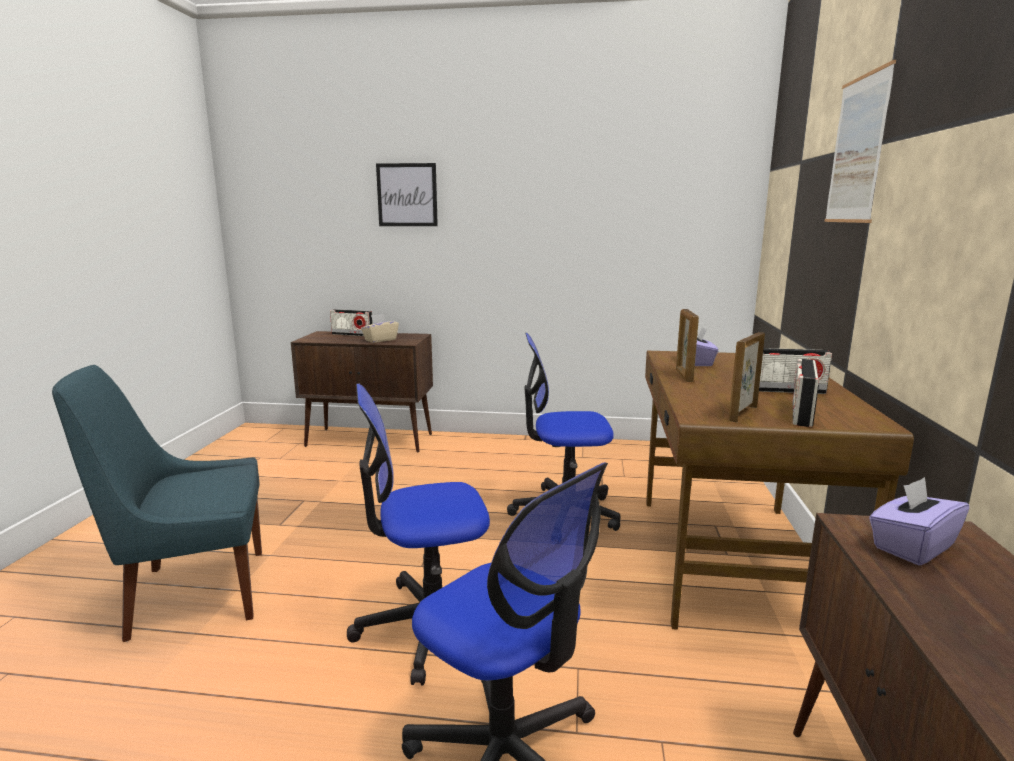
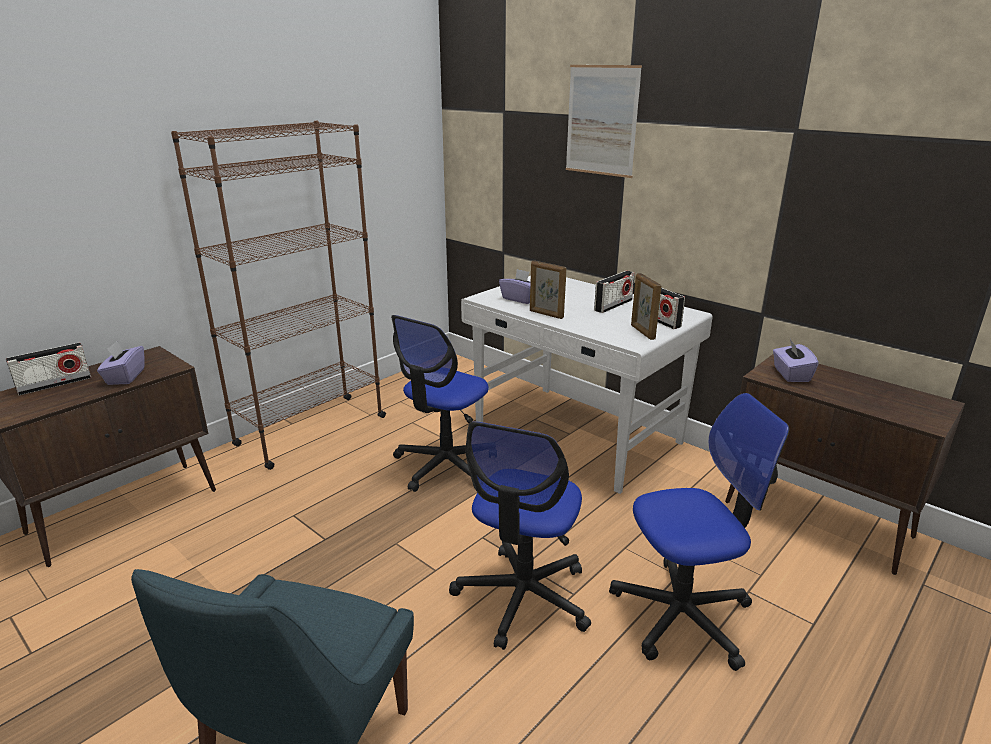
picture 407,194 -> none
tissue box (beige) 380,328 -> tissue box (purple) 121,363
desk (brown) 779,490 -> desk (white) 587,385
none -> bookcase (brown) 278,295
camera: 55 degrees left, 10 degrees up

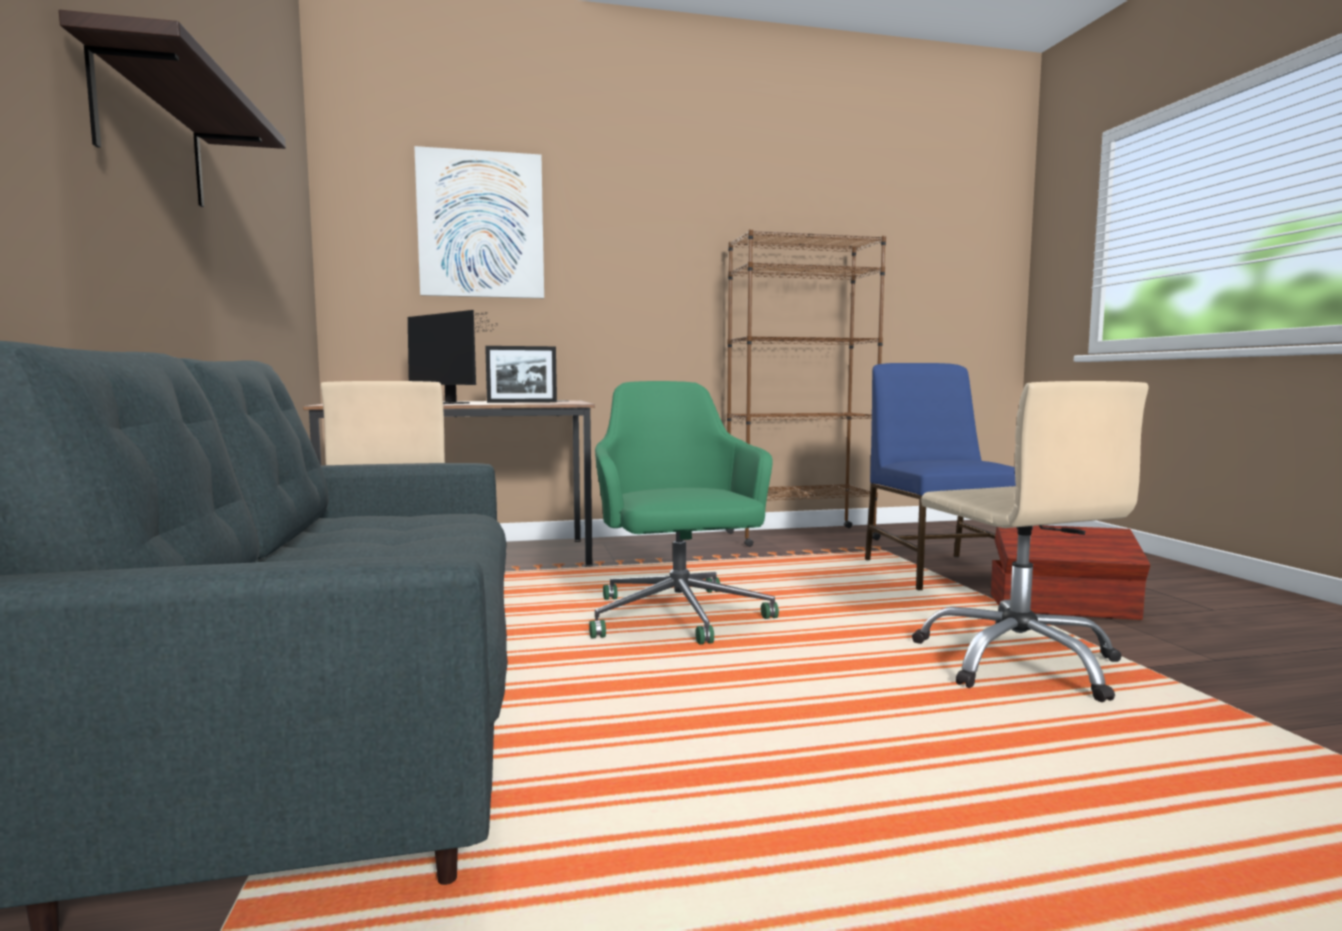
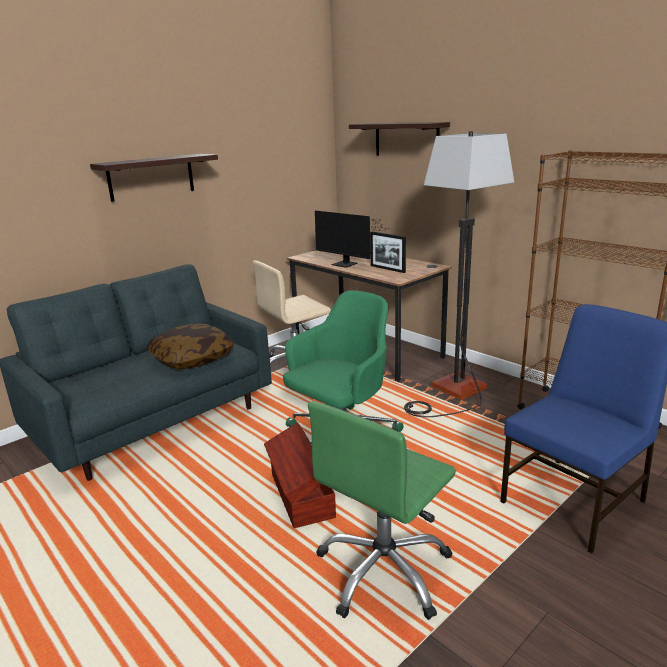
picture 479,222 -> shelf 399,138
monitor 453,357 -> monitor 349,239, 60 degrees counterclockwise
office chair (beige) 1030,541 -> office chair (green) 382,510
storage box (brown) 1070,572 -> storage box (brown) 300,475, relocated
none -> floor lamp 459,274
none -> pillow 190,346
camera: 60 degrees right, 15 degrees up

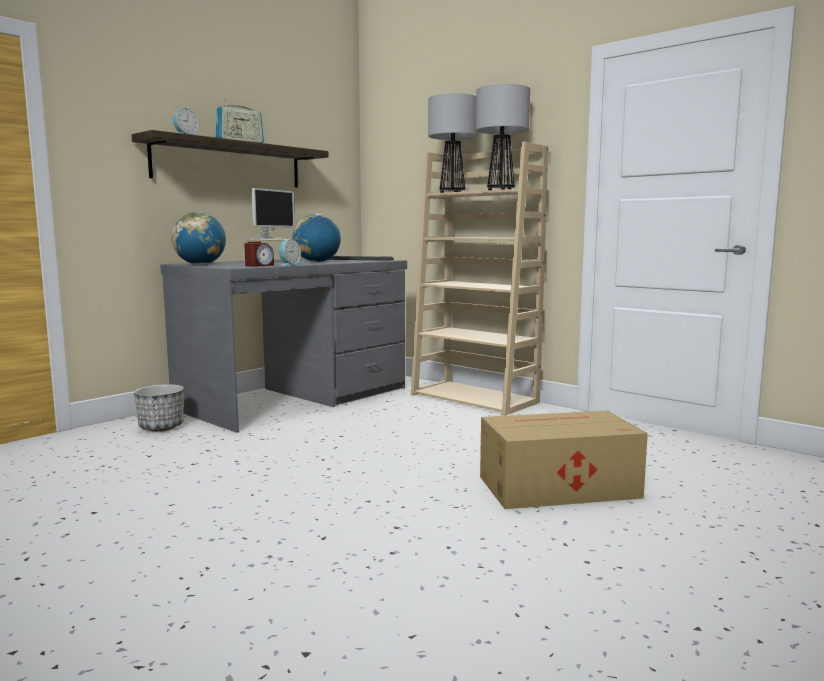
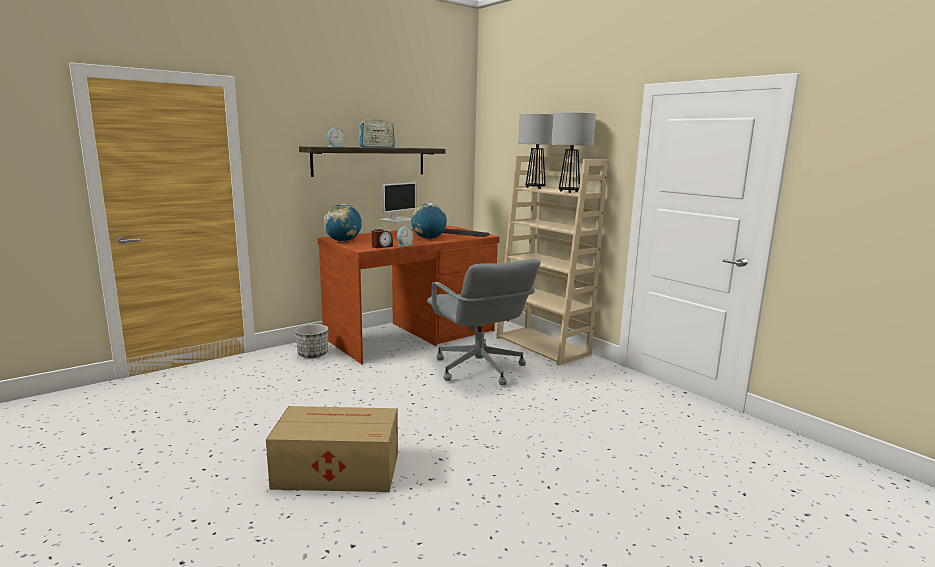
desk (grey) 283,346 -> desk (brown) 409,295
cardboard box 564,460 -> cardboard box 332,449, relocated
none -> office chair (grey) 484,322
camera: 10 degrees right, 5 degrees up

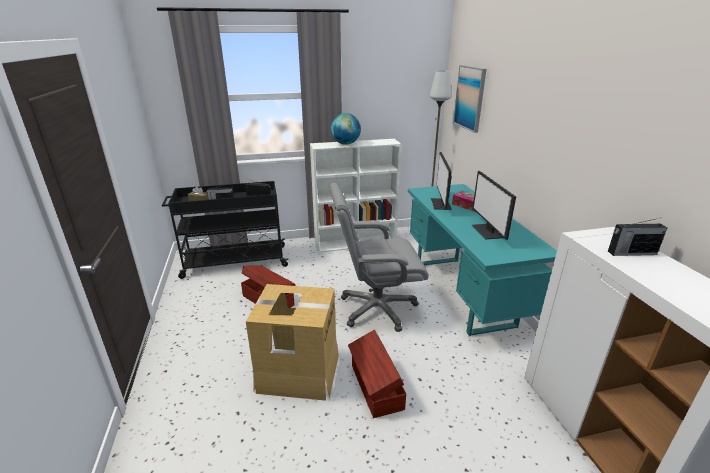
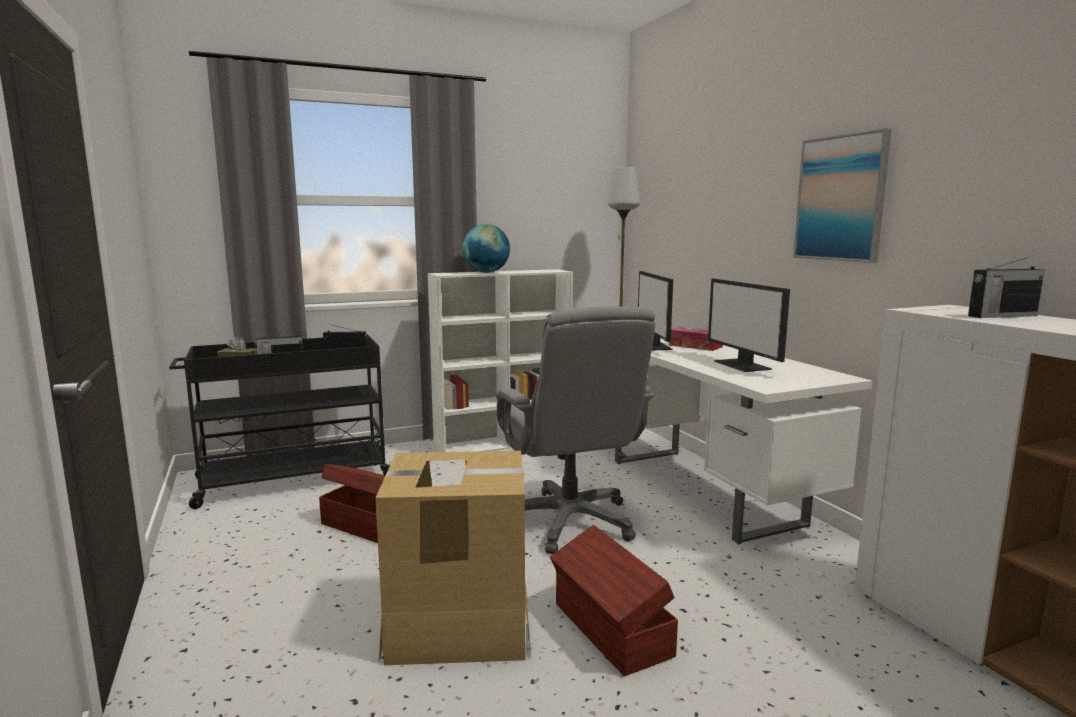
picture 469,99 -> picture 842,196, relocated
office chair (grey) 379,257 -> office chair (grey) 575,430, 90 degrees counterclockwise
desk (turquoise) 482,260 -> desk (white) 743,441
camera: 10 degrees left, 15 degrees down

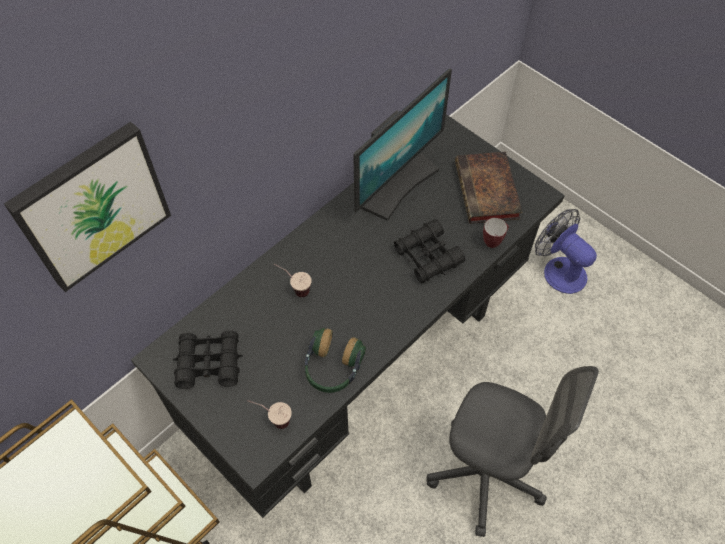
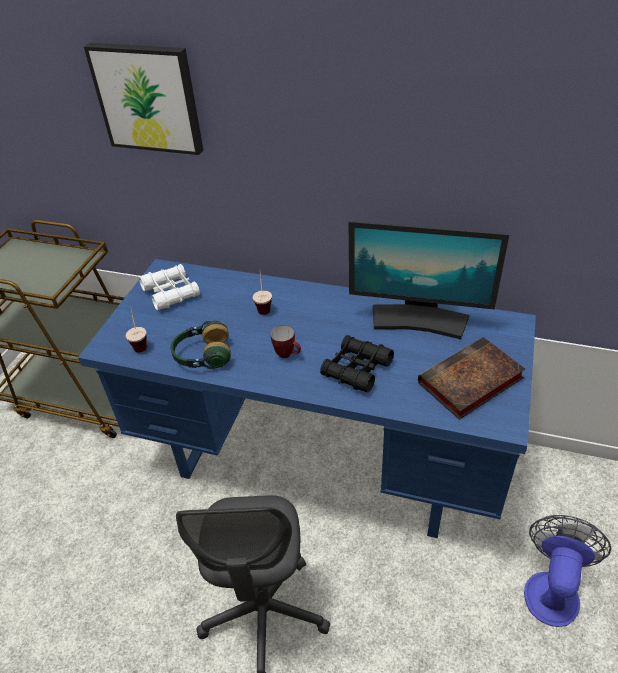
desk (black) 348,316 -> desk (blue) 307,398
mug 496,233 -> mug 286,341, relocated
binoculars (black) 208,359 -> binoculars (white) 169,287
camera: 65 degrees right, 15 degrees down

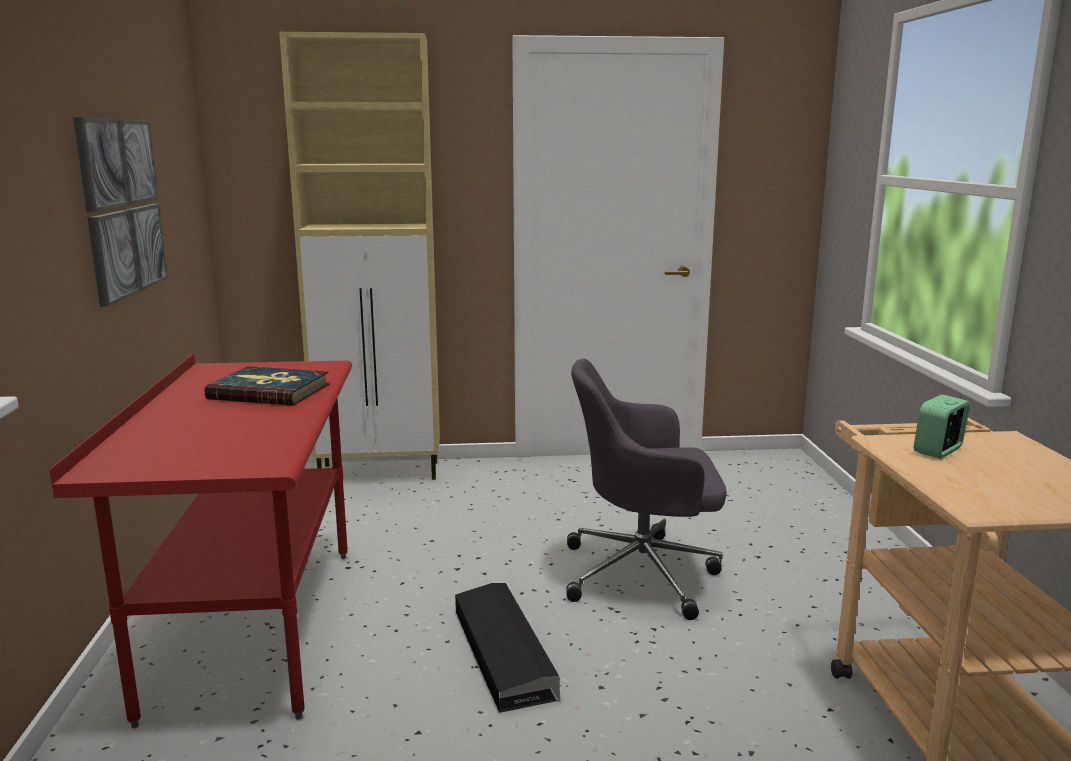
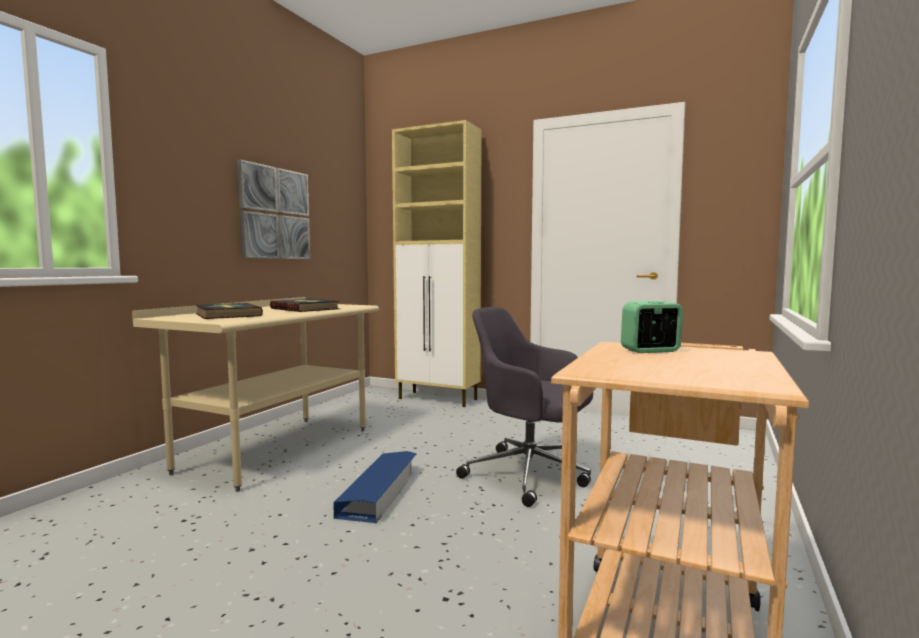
desk (red) 200,540 -> desk (beige) 255,394
storage box (black) 507,648 -> storage box (blue) 375,487
none -> book 229,311
camera: 30 degrees right, 10 degrees down

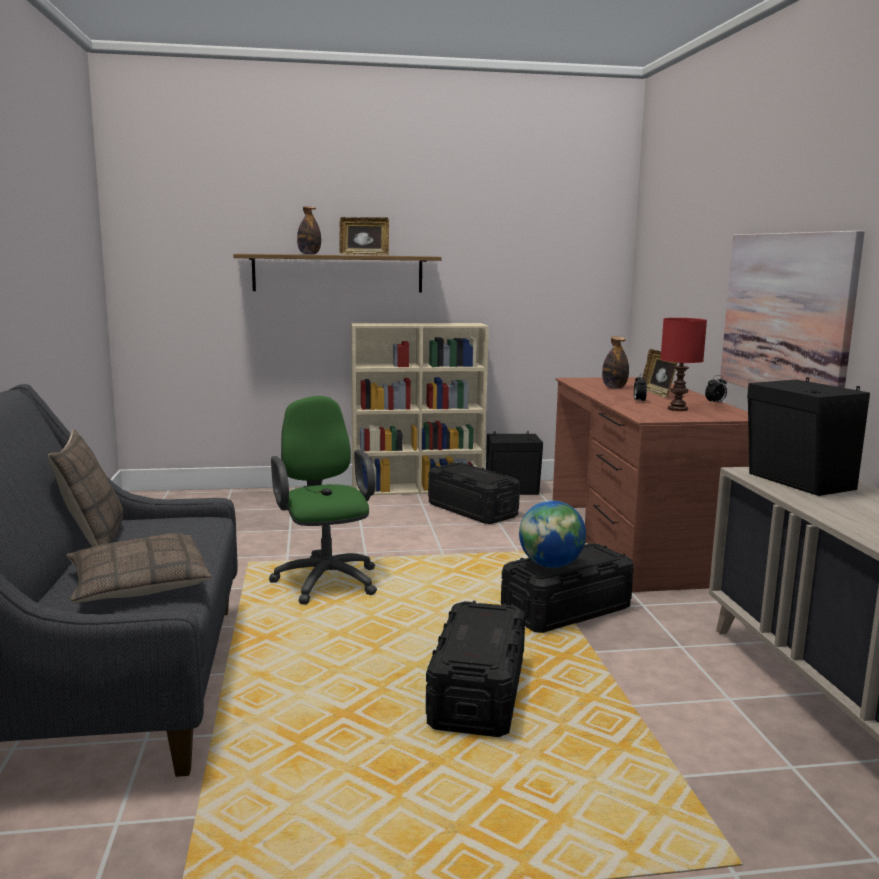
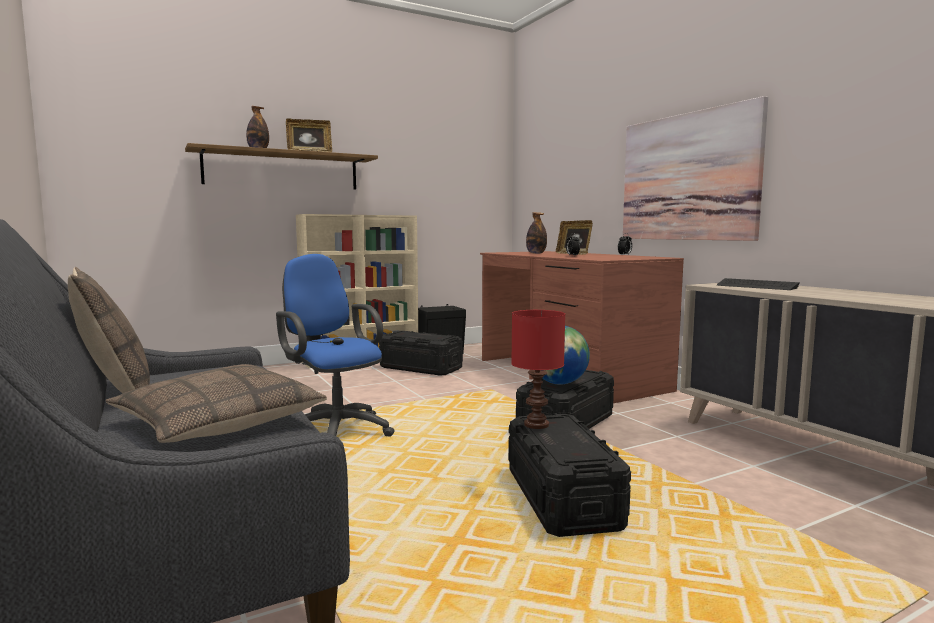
table lamp (red) 684,364 -> table lamp (red) 538,369, relocated
speaker (black) 808,436 -> keyboard 758,284
office chair (green) 323,500 -> office chair (blue) 335,345
camera: 20 degrees left, 5 degrees down

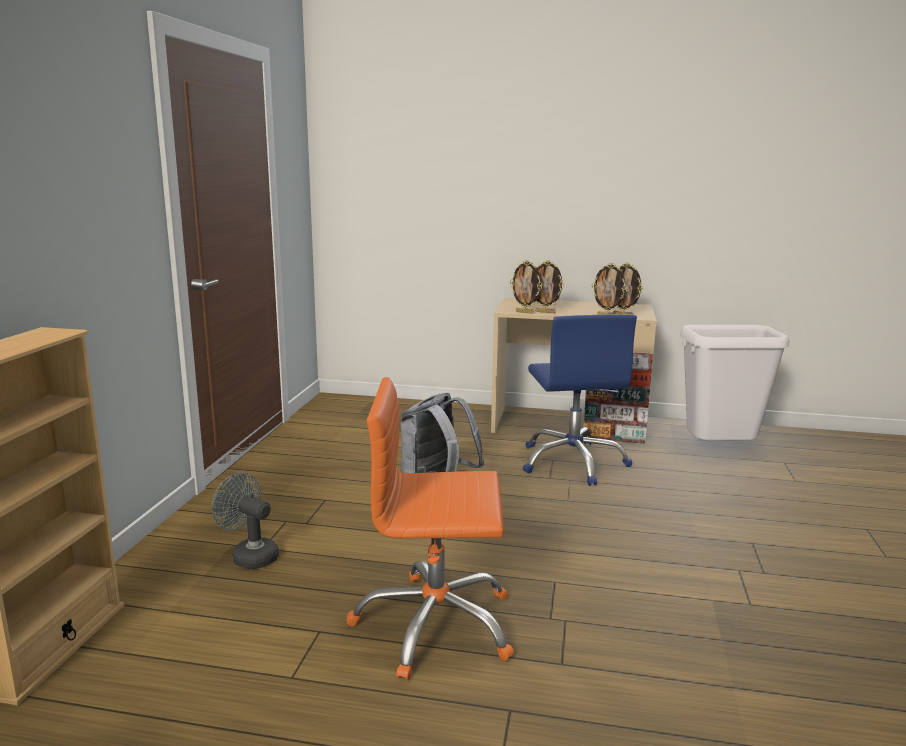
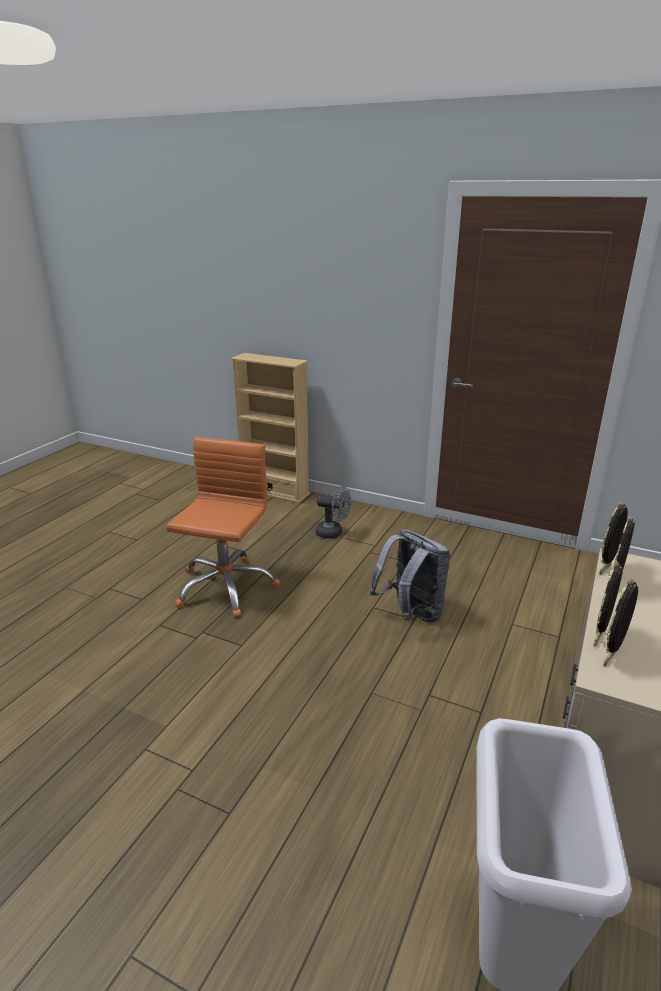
office chair (blue) 580,400 -> none
fan (grey) 245,520 -> fan (grey) 333,512, 60 degrees clockwise
camera: 105 degrees right, 10 degrees up

